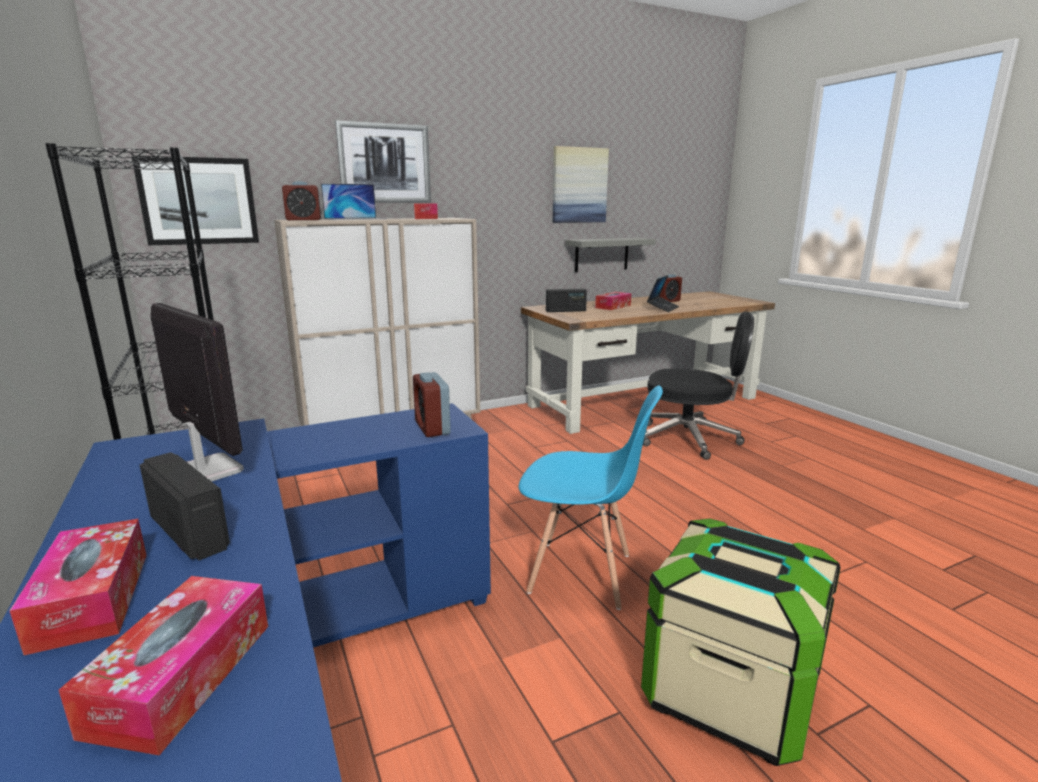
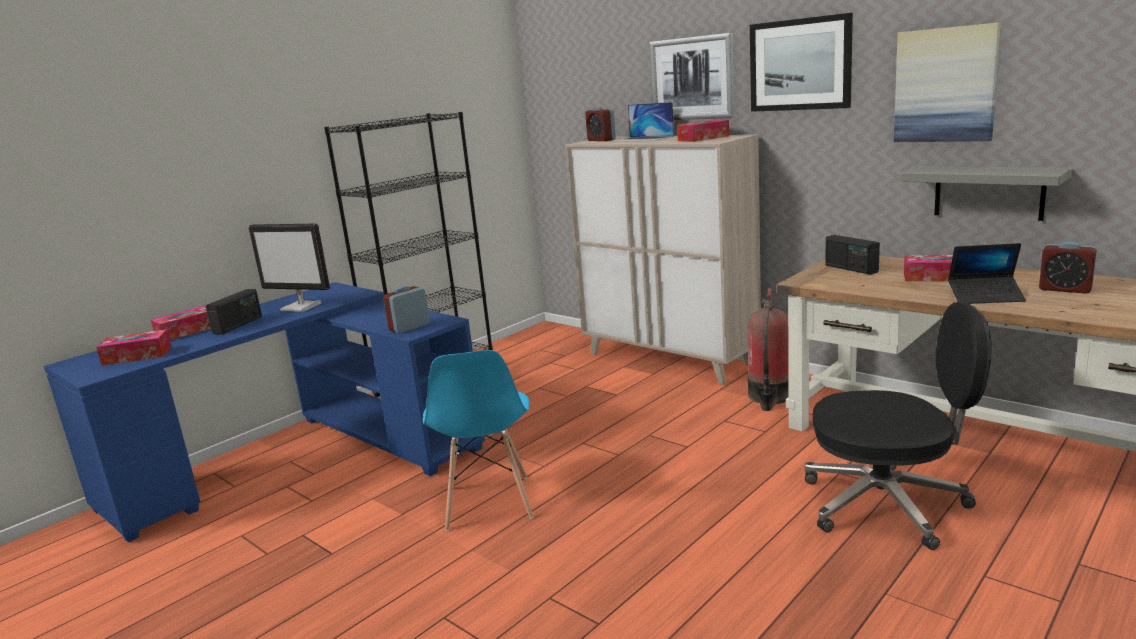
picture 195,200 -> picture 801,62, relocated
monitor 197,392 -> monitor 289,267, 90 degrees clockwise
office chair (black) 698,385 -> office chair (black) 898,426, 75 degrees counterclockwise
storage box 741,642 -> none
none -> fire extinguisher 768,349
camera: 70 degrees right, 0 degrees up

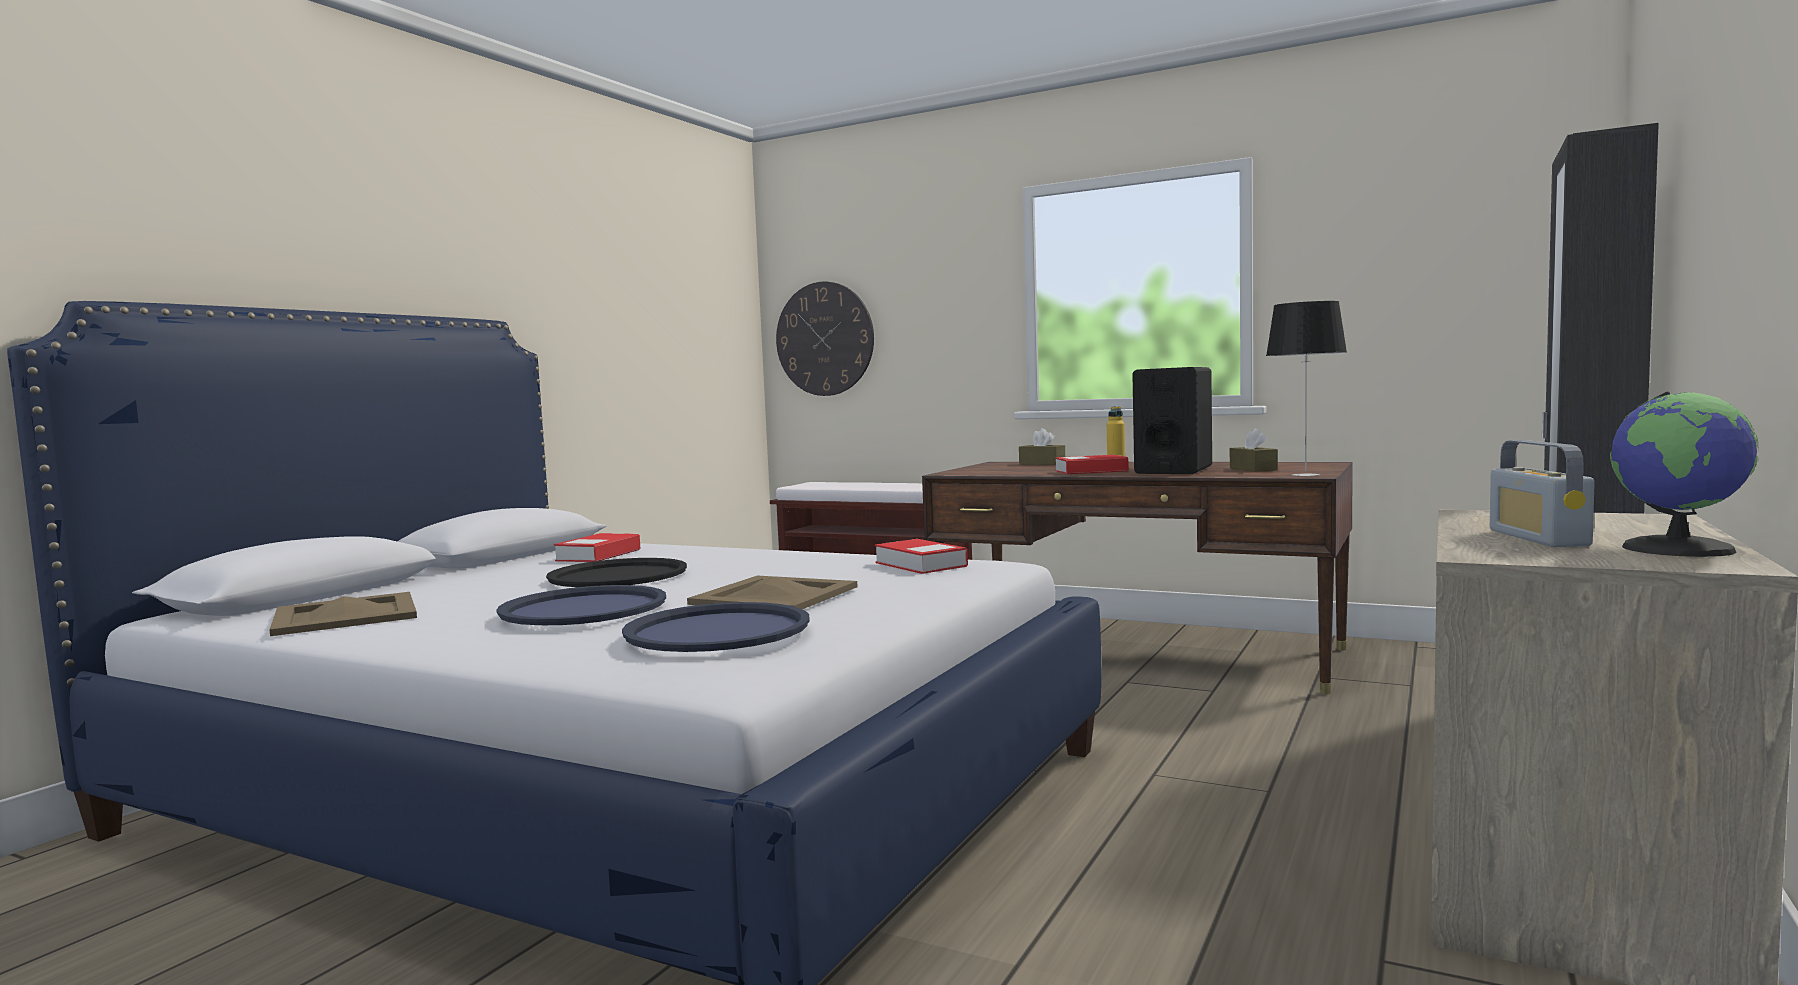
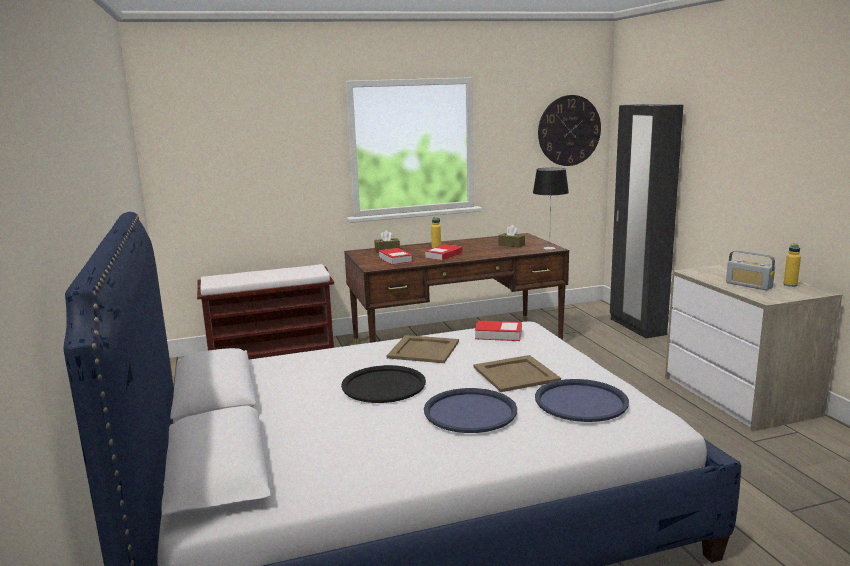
wall clock 825,339 -> wall clock 569,130, relocated
speaker (black) 1172,420 -> none
globe 1684,474 -> bottle (yellow) 792,265
book 597,547 -> book 396,256, relocated
tray (beige) 343,614 -> tray (beige) 423,349, relocated
camera: 45 degrees left, 10 degrees up

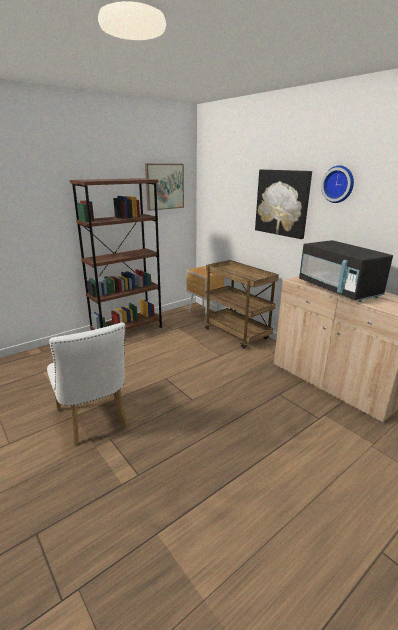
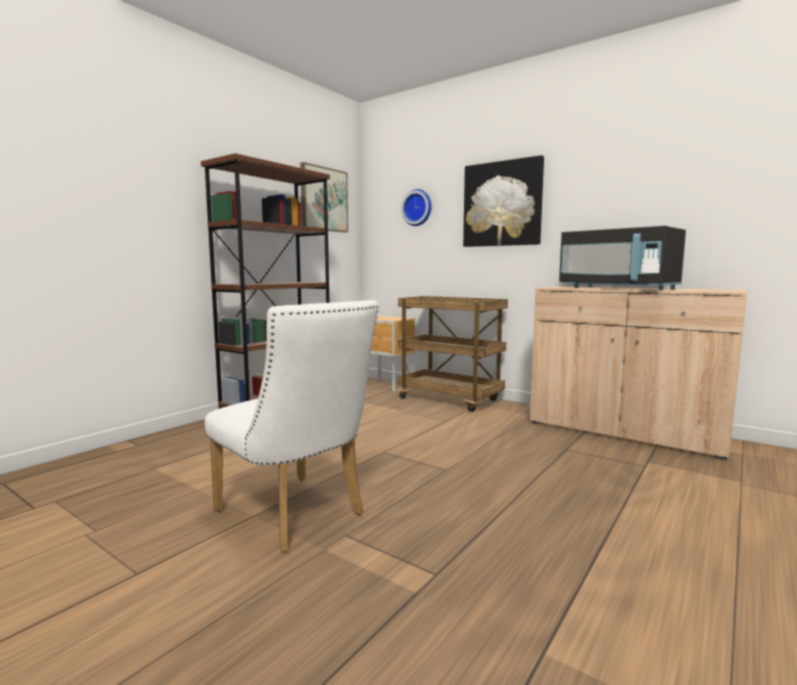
wall clock 337,184 -> wall clock 416,207, relocated
camera: 15 degrees left, 15 degrees down

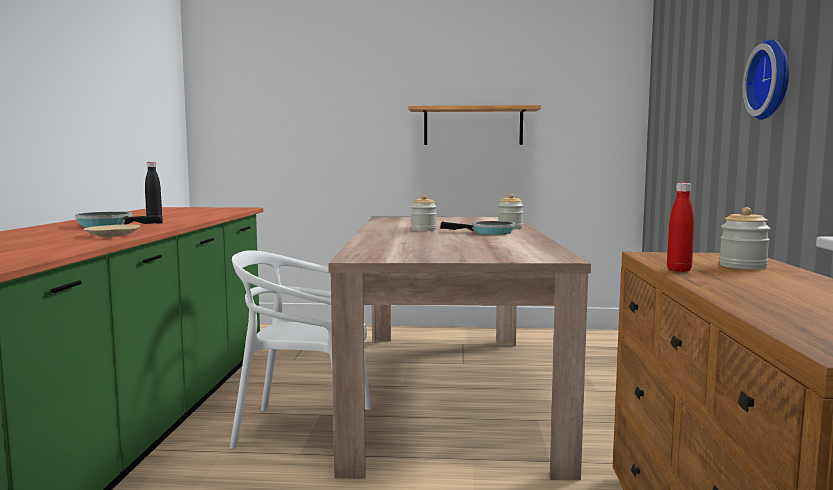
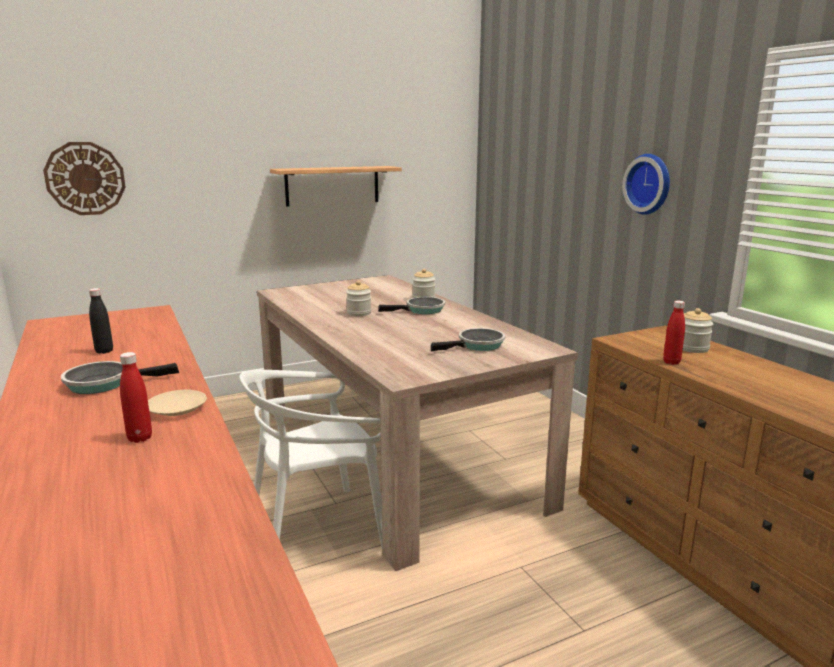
none -> wall clock 84,178
none -> frying pan 468,339
none -> bottle (red) 136,397
camera: 30 degrees left, 10 degrees up

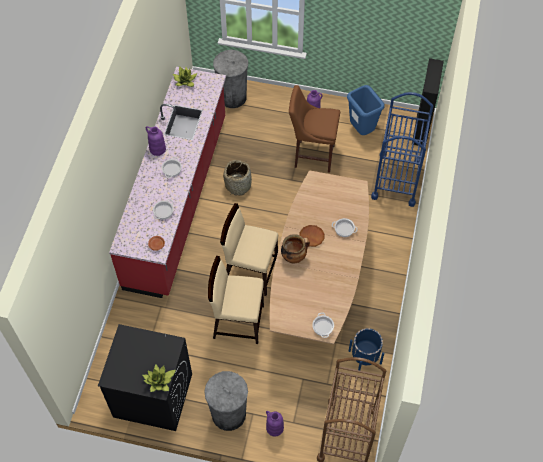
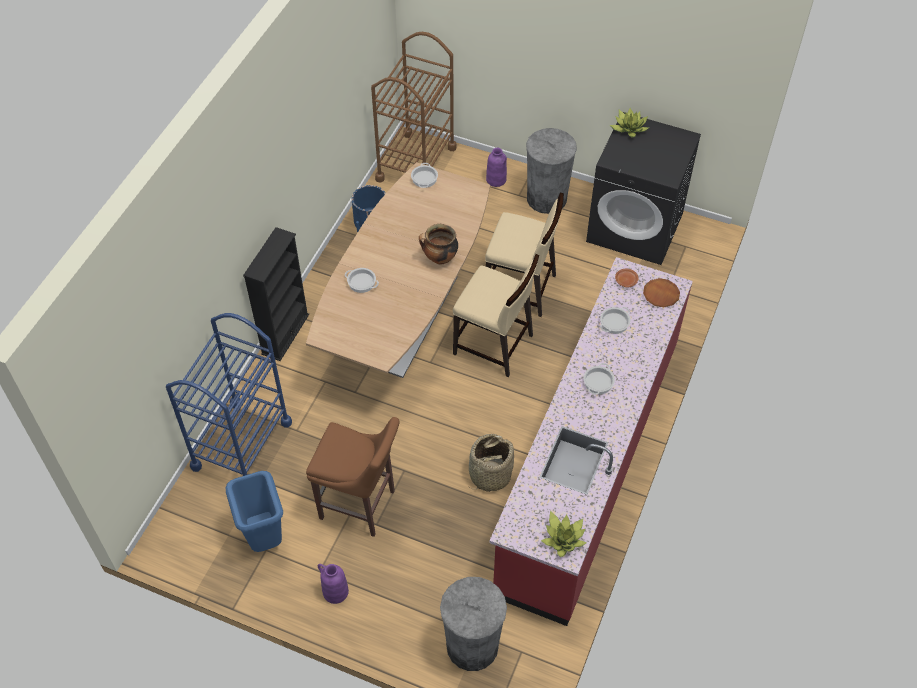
bookcase (black) 428,101 -> bookcase (black) 276,294, relocated
vase (purple) 156,141 -> none
plate (brown) 311,236 -> plate (brown) 661,292, relocated
camera: 170 degrees left, 5 degrees down

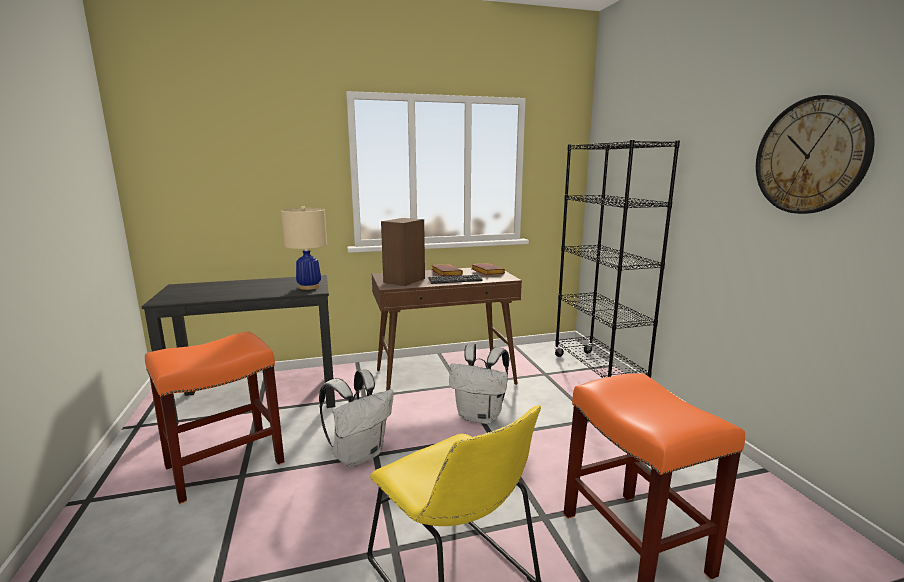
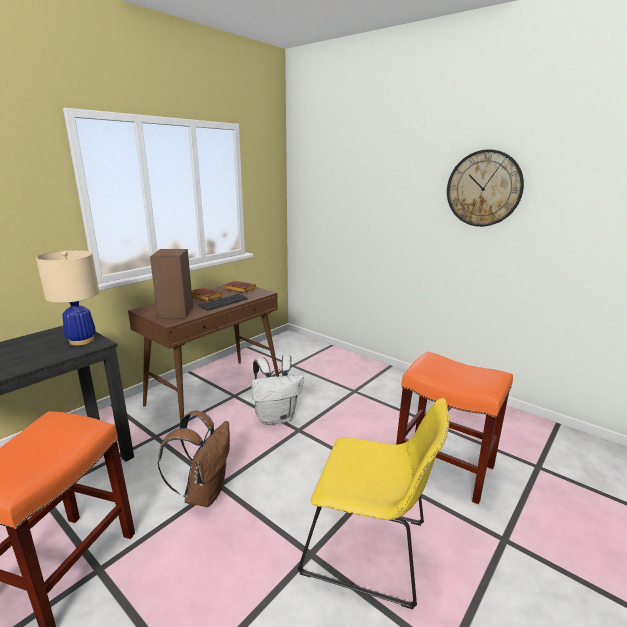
bookcase (black) 617,259 -> none
backpack (white) 356,418 -> backpack (brown) 194,458
camera: 35 degrees left, 5 degrees up

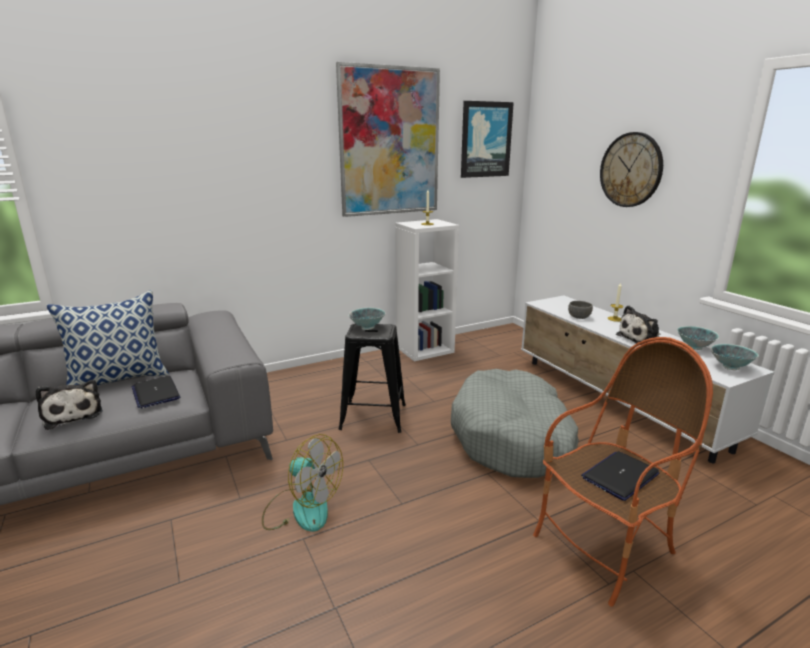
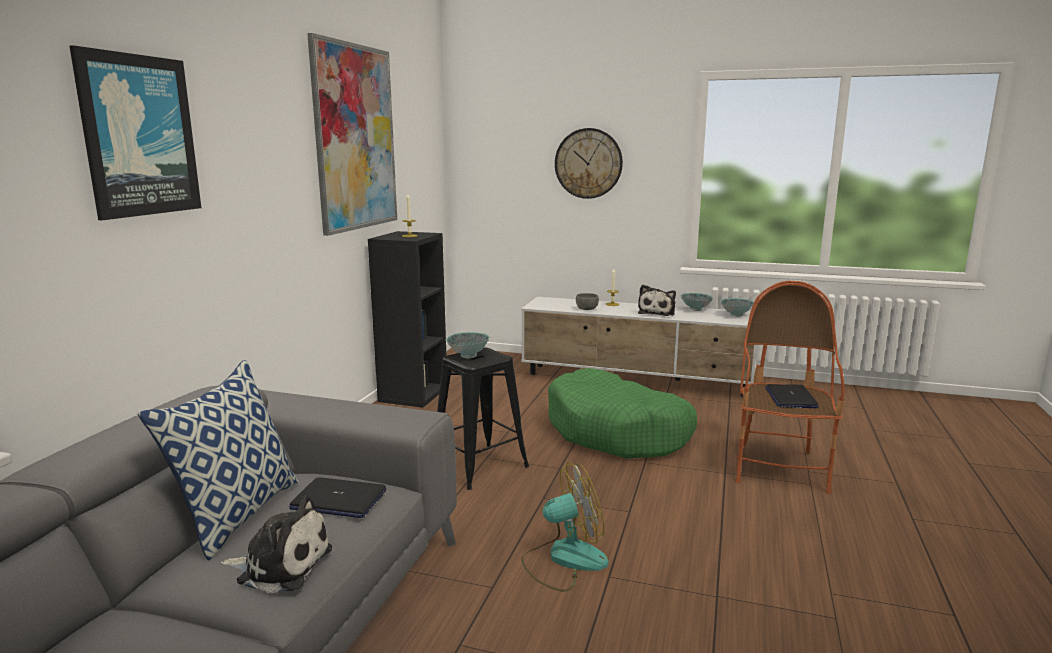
picture 487,139 -> picture 135,132, relocated
bookcase (white) 427,290 -> bookcase (black) 407,319
dog bed (grey) 515,423 -> dog bed (green) 622,413
camera: 45 degrees left, 5 degrees down

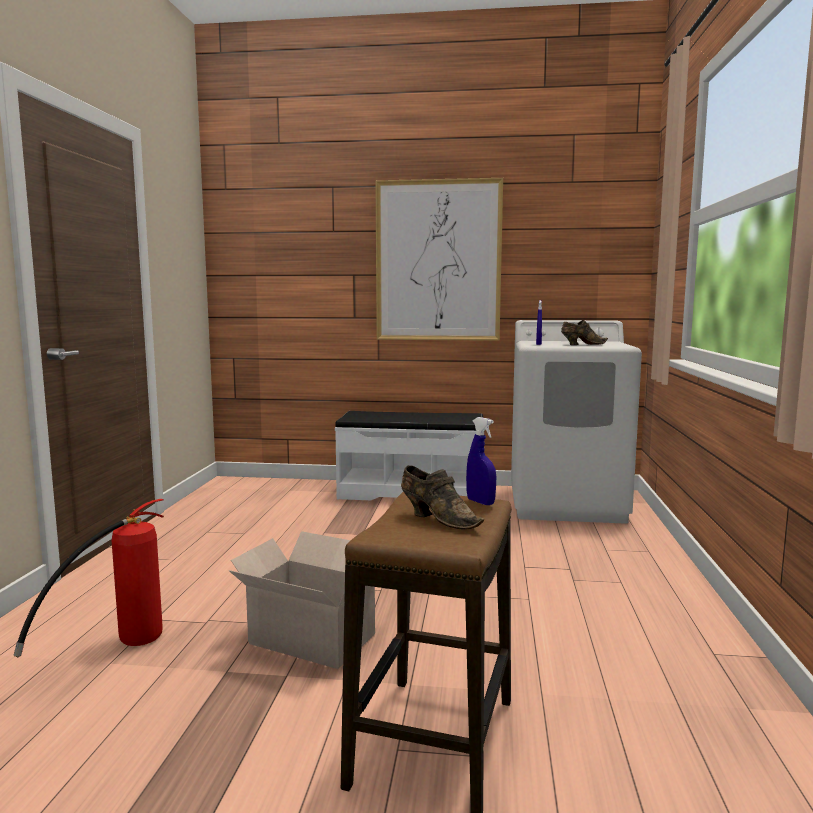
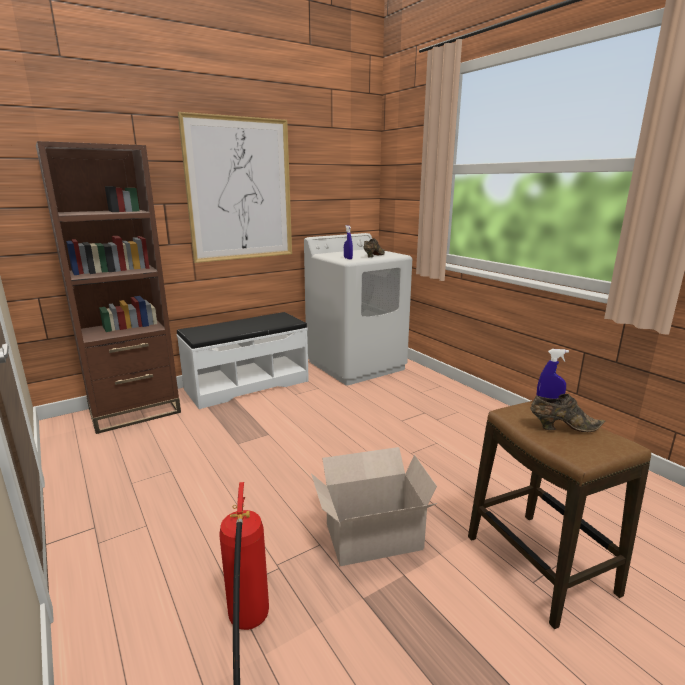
none -> bookcase (brown) 108,287
camera: 40 degrees left, 10 degrees up

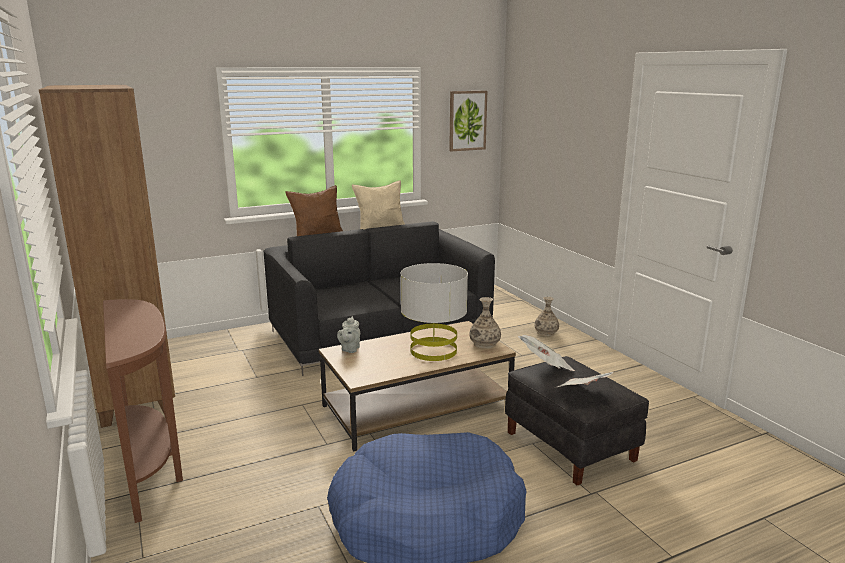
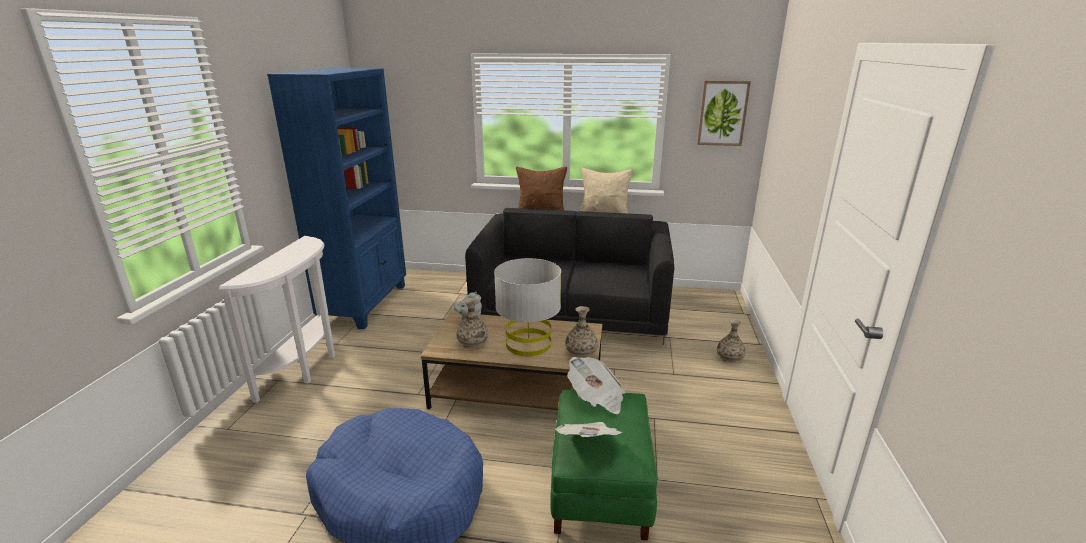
bookcase (brown) 107,256 -> bookcase (blue) 336,198
console table (brown) 143,411 -> console table (white) 277,319
ottoman (black) 577,420 -> ottoman (green) 603,465
none -> vase 472,323
camera: 35 degrees right, 5 degrees up

